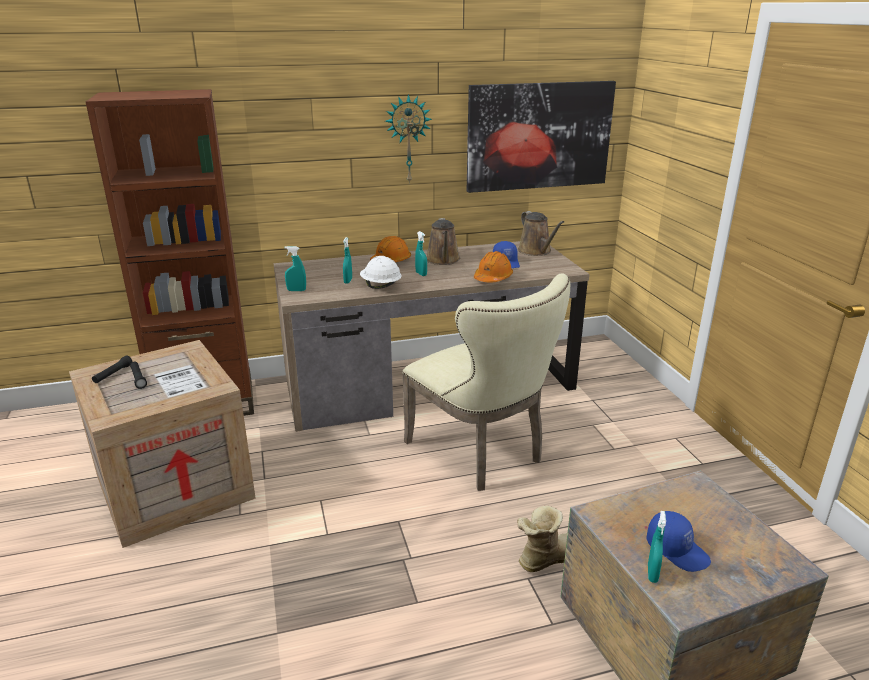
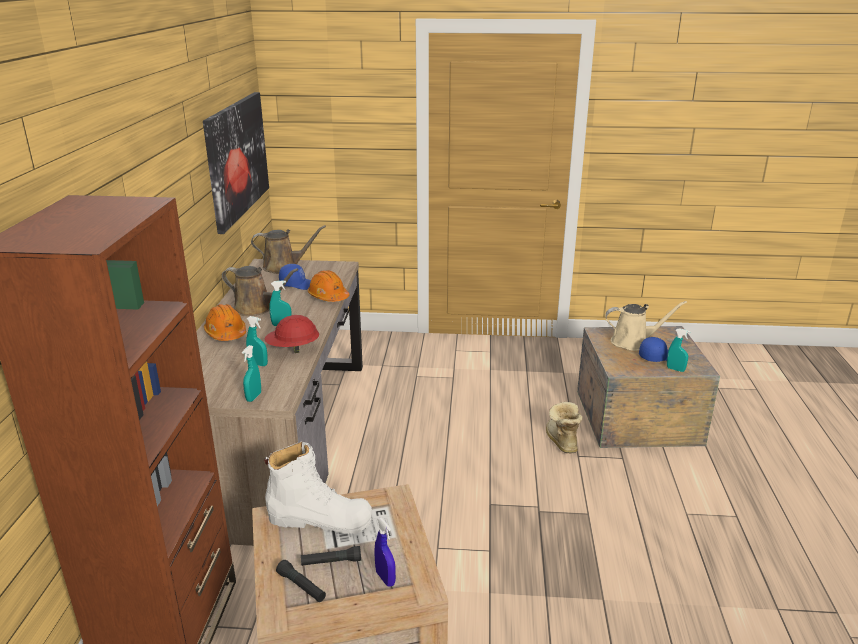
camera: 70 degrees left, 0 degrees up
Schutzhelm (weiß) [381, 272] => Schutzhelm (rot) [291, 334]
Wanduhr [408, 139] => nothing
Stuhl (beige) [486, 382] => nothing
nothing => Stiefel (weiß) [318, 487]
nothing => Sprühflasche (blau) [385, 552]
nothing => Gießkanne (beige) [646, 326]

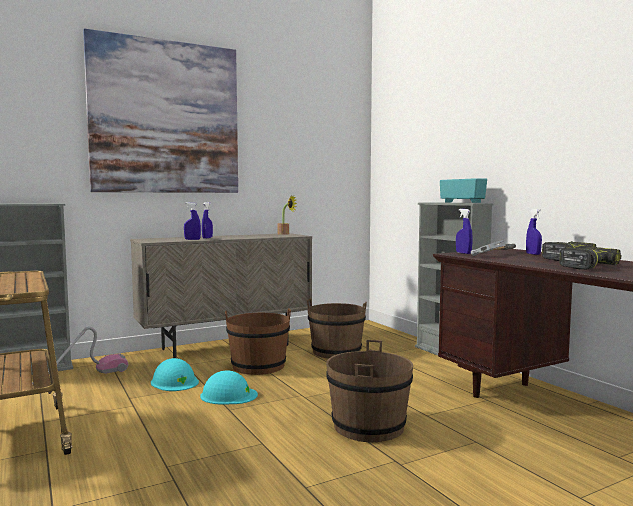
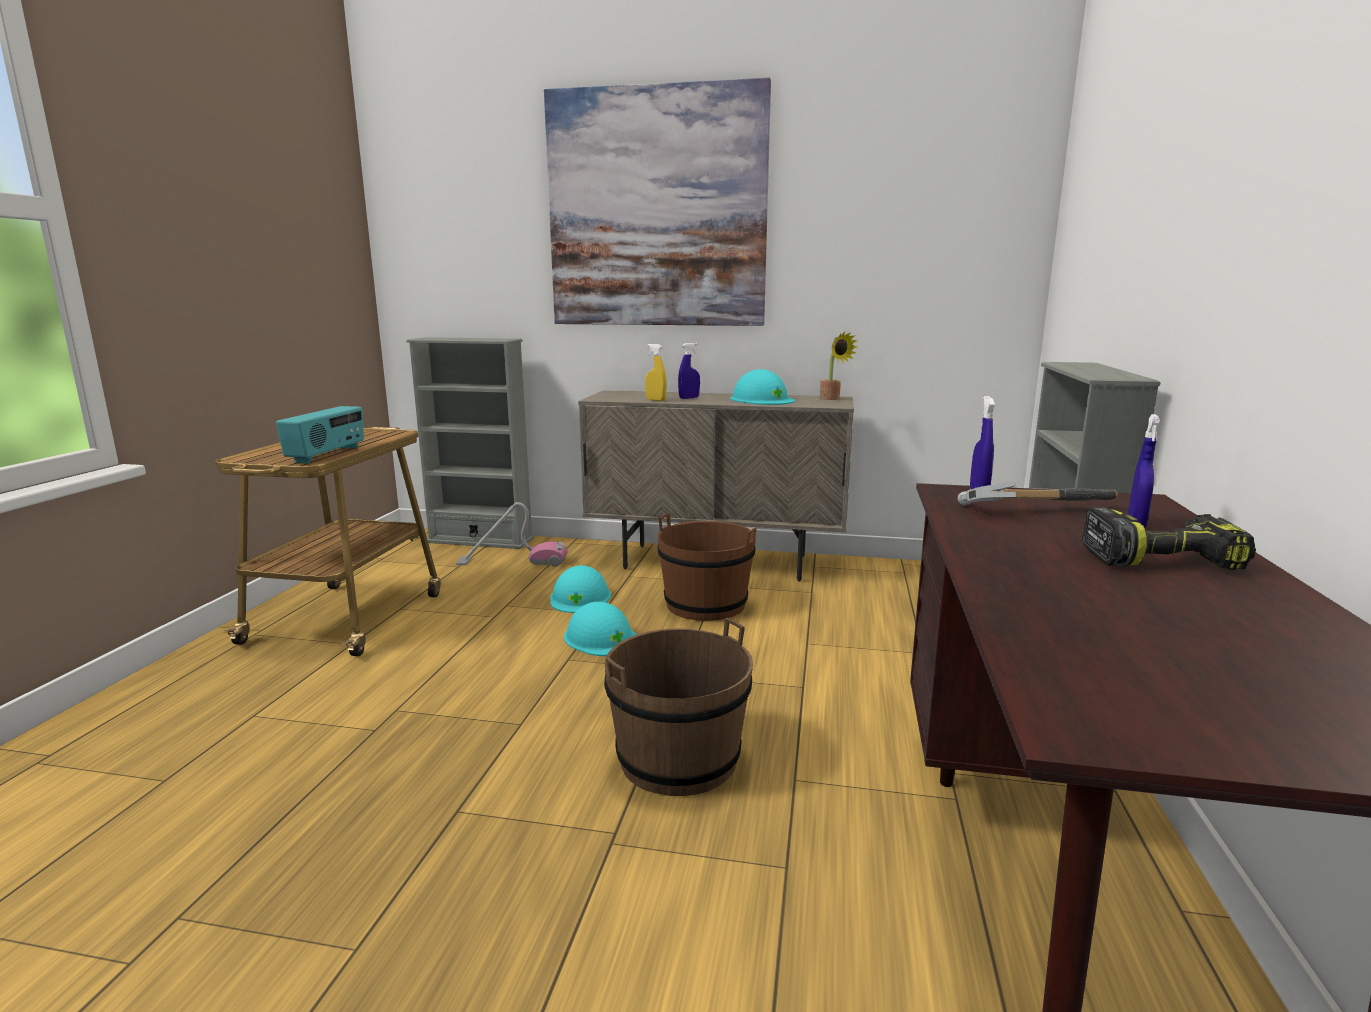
camera: 40 degrees right, 10 degrees up
Sprühflasche (blau) [192, 221] => Sprühflasche (gelb) [656, 372]
Eimer (braun) [337, 329] => nothing
Radio [463, 190] => Radio [320, 435], relocated
Bohrmaschine [590, 258] => nothing
nothing => Schutzhelm (türkis) [762, 387]

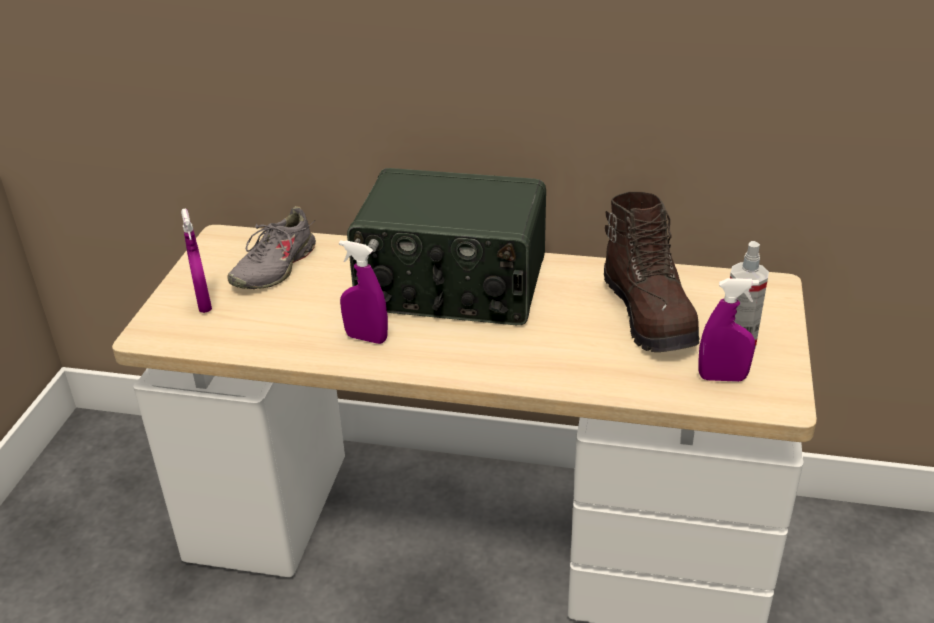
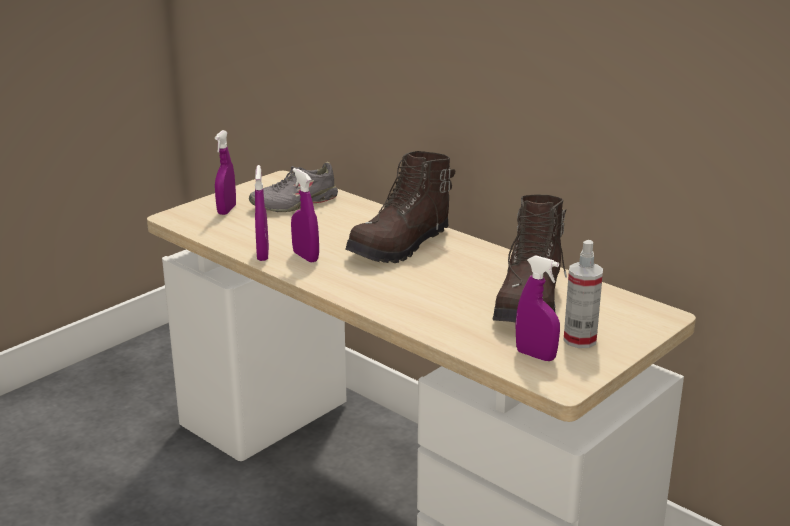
camera: 30 degrees right, 10 degrees down
Radio [446, 246] => Stiefel (braun) [400, 207]
nothing => Sprühflasche (lila) [262, 213]

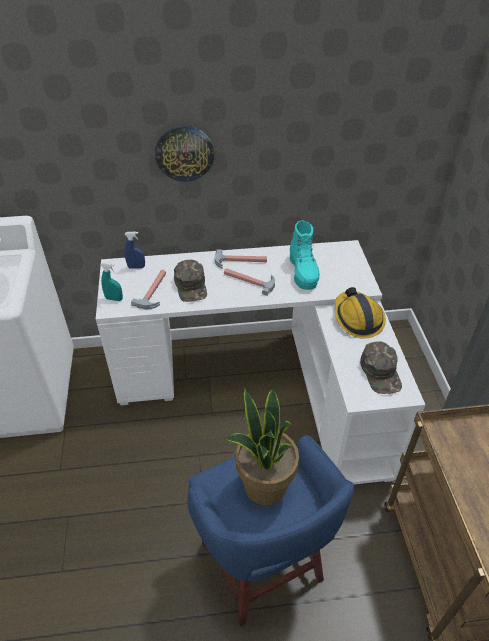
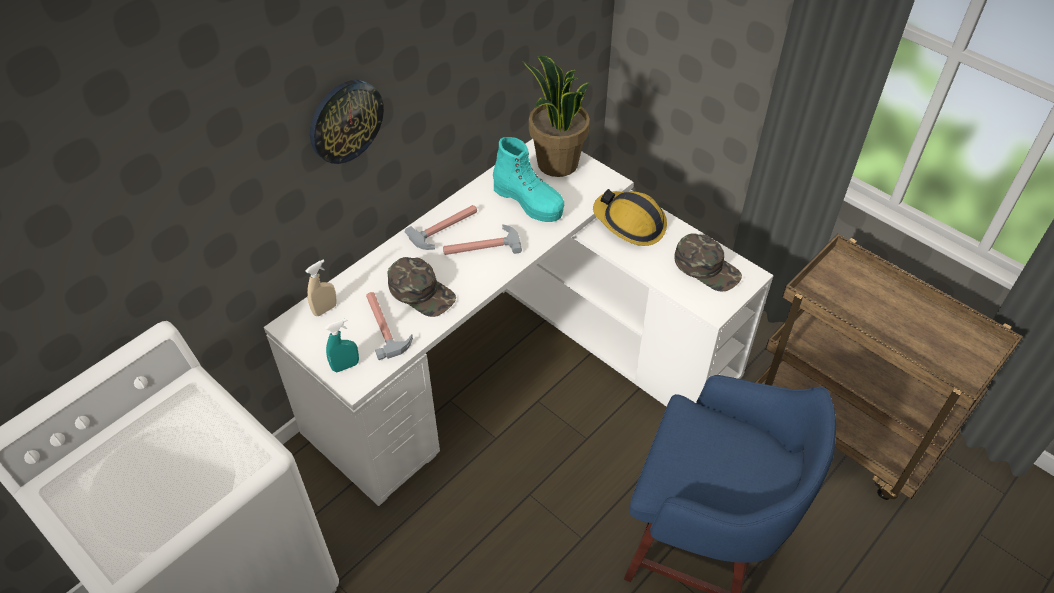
camera: 40 degrees left, 5 degrees up
Sprühflasche (blau) [134, 250] => Sprühflasche (beige) [321, 288]
Topfpflanze [262, 447] => Topfpflanze [556, 116], relocated

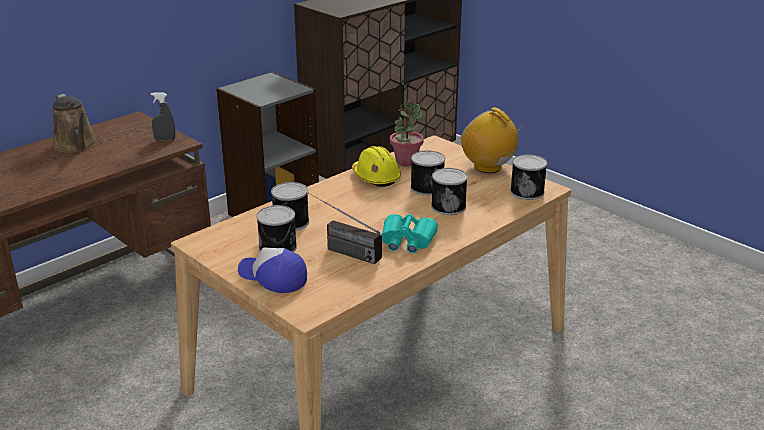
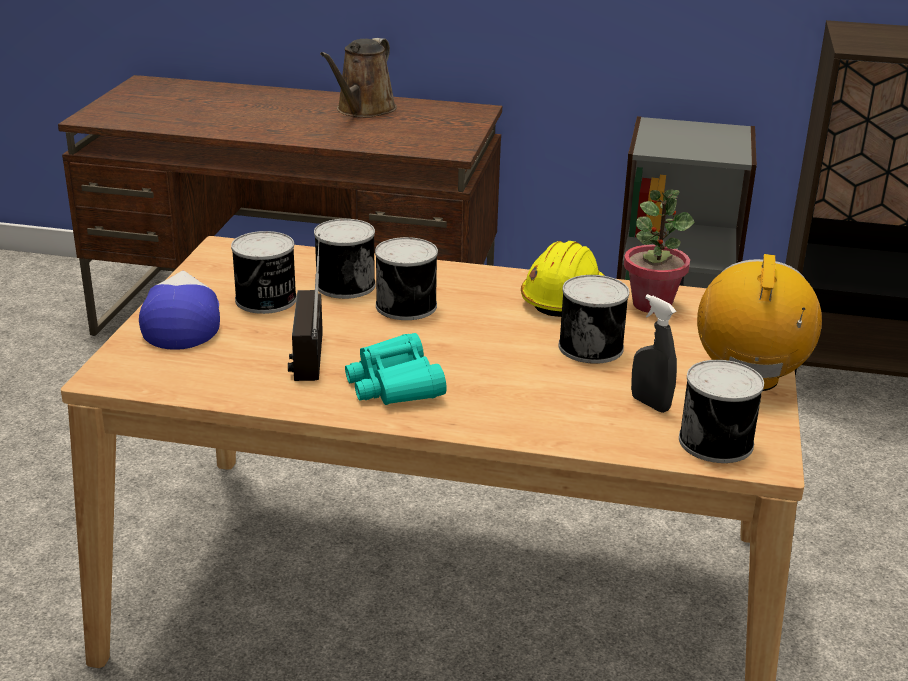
camera: 55 degrees right, 0 degrees up
Sprühflasche (grau) [163, 116] => Sprühflasche (grau) [654, 353], relocated
Dose [449, 191] => Dose [406, 278], relocated

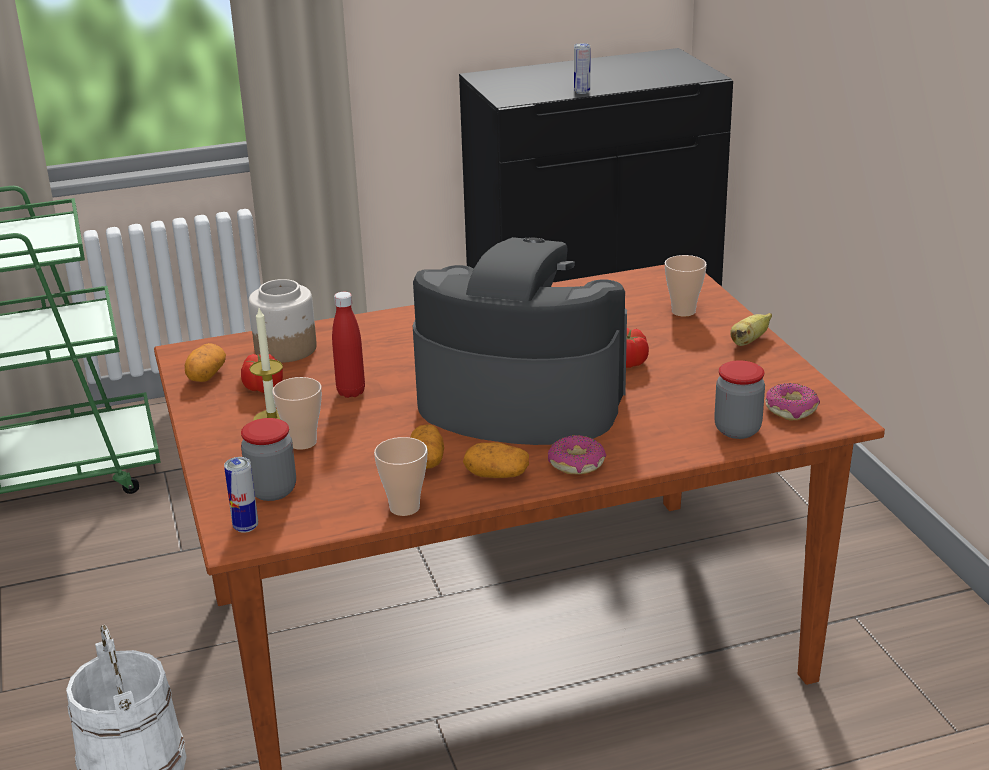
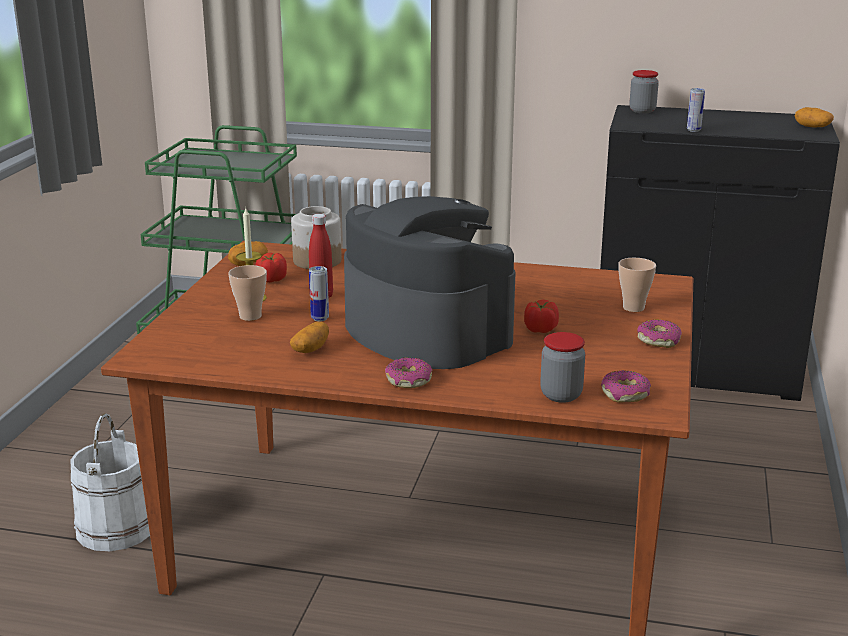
camera: 30 degrees right, 5 degrees down
Dose [241, 495] => Dose [319, 293], relocated
Vorratsglas [268, 459] => Vorratsglas [644, 91], relocated
Tasse [401, 476] => nothing
Kartoffel [496, 460] => Kartoffel [814, 117], relocated
Banane [751, 329] => Donut [659, 333]

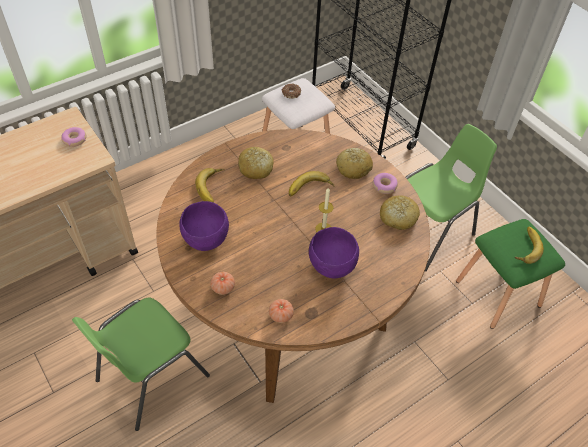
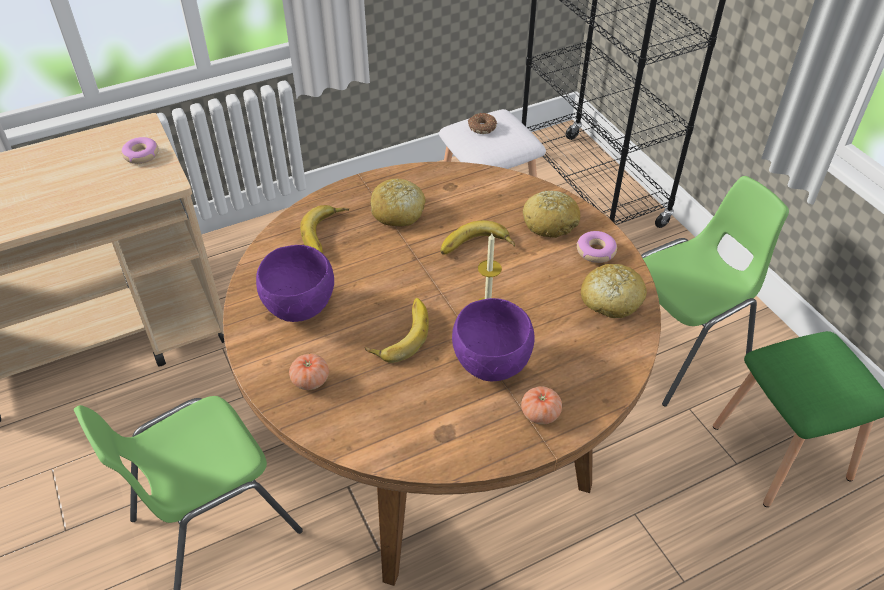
camera: 10 degrees right, 5 degrees down
Tomate [281, 311] => Tomate [541, 405], relocated
Banane [529, 245] => Banane [397, 330], relocated

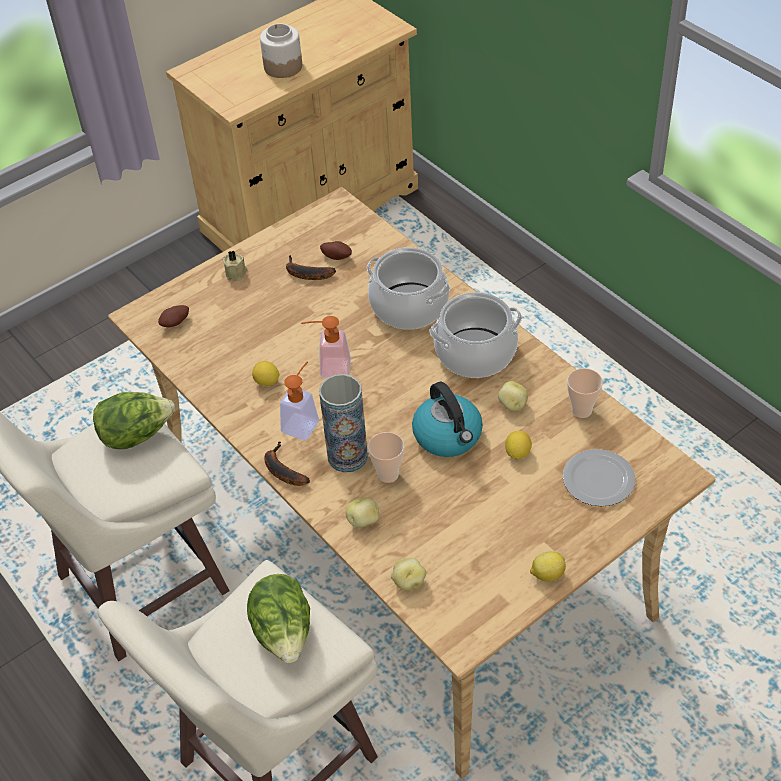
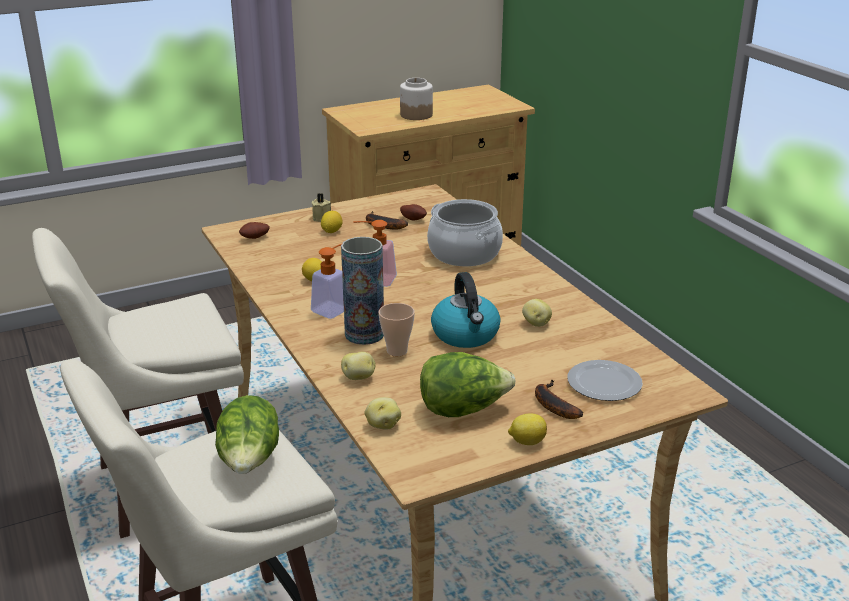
camera: 10 degrees right, 20 degrees down
Salatkopf [134, 420] => Salatkopf [468, 384], relocated
Banane [287, 463] => Banane [559, 399], relocated
Kochtopf [475, 335] => nothing
Zitrone [518, 445] => Zitrone [332, 222], relocated
Tasse [585, 393] => nothing

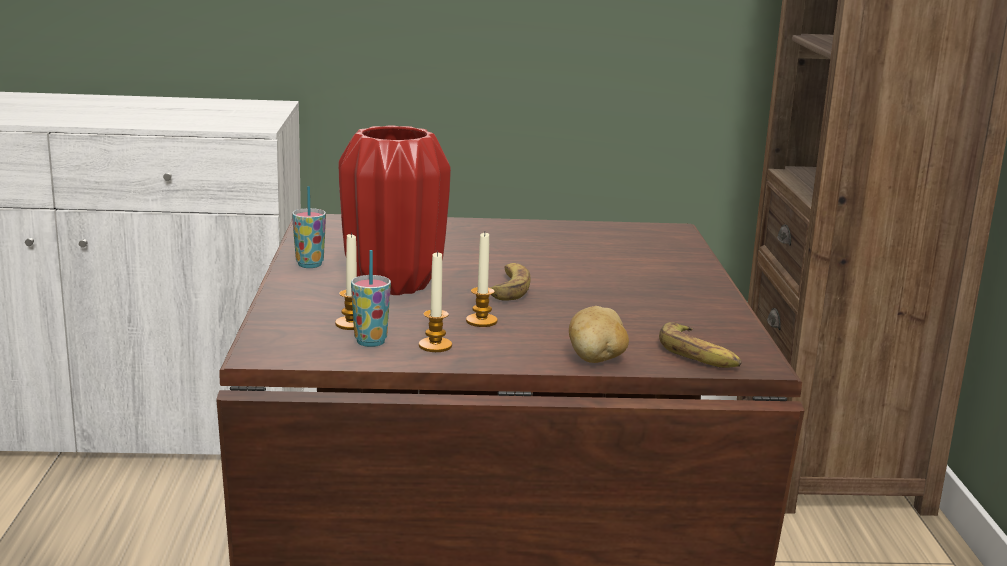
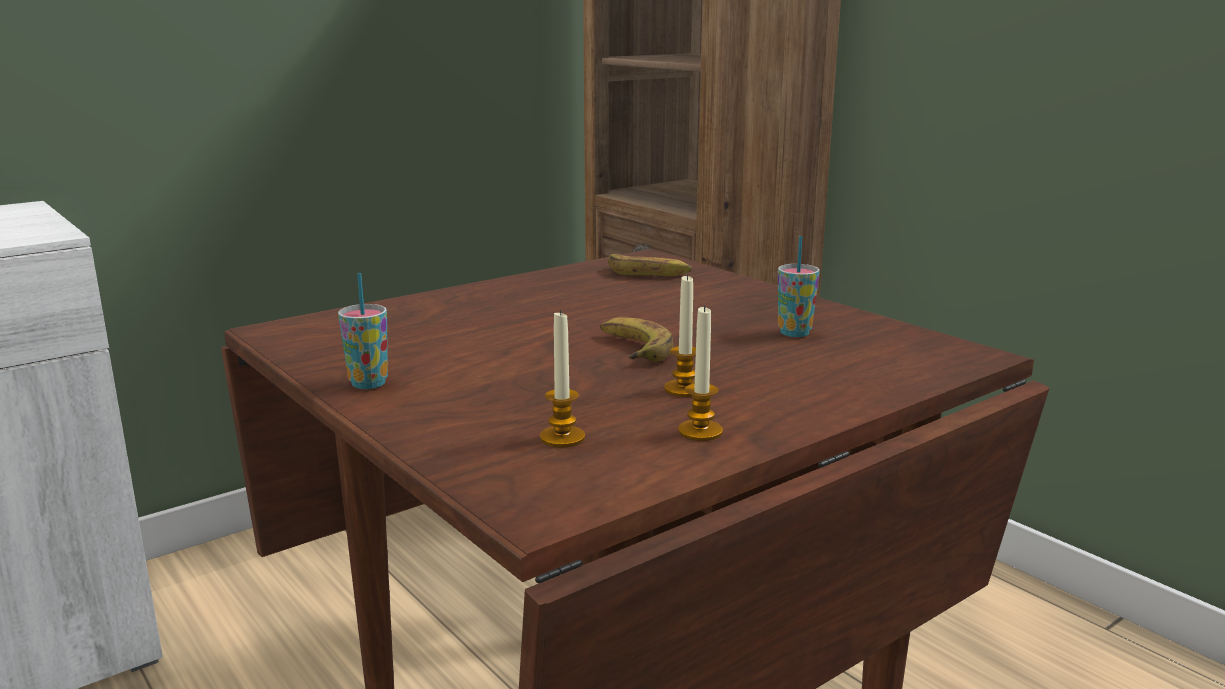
camera: 35 degrees left, 0 degrees up
Vase (rot) [394, 210] => nothing
Tasse [371, 298] => Tasse [799, 286], relocated
Kartoffel [599, 334] => nothing
Banane [700, 345] => Banane [650, 265], relocated

